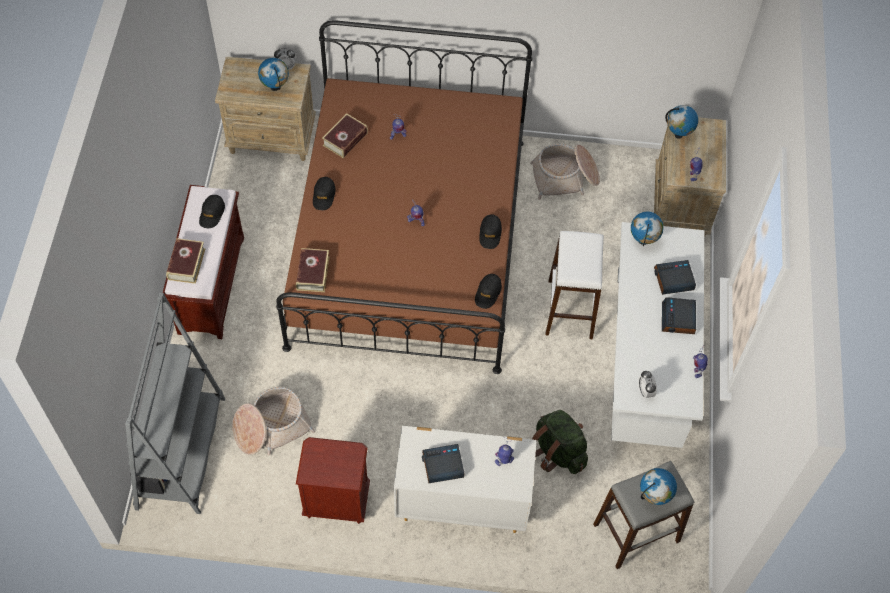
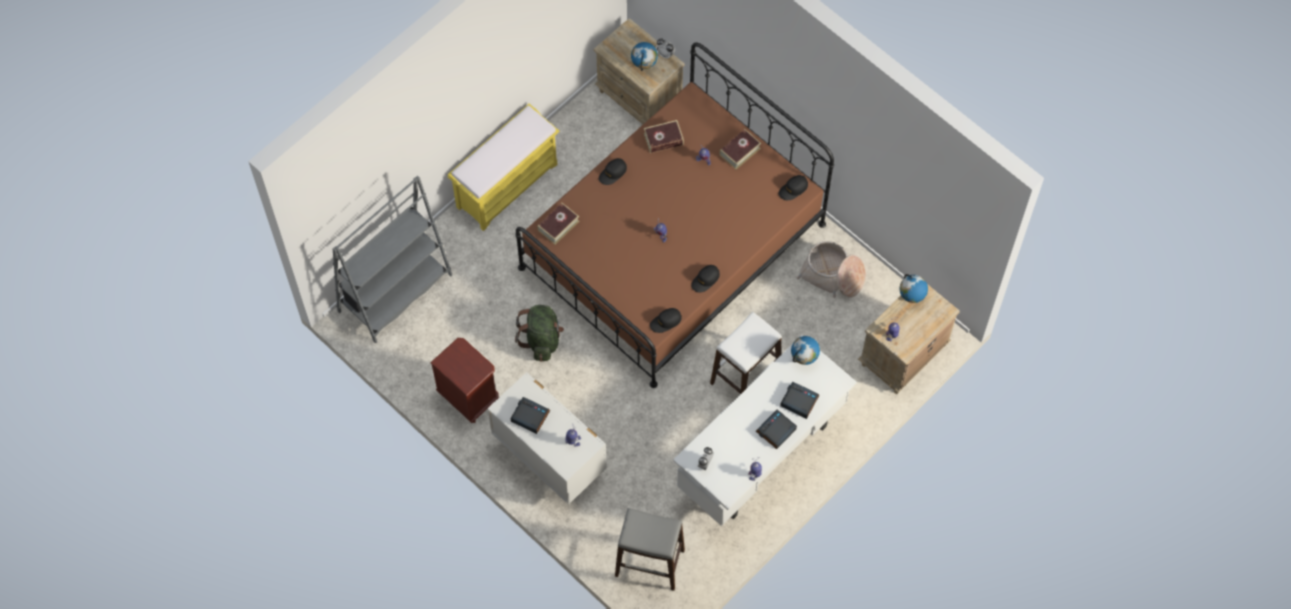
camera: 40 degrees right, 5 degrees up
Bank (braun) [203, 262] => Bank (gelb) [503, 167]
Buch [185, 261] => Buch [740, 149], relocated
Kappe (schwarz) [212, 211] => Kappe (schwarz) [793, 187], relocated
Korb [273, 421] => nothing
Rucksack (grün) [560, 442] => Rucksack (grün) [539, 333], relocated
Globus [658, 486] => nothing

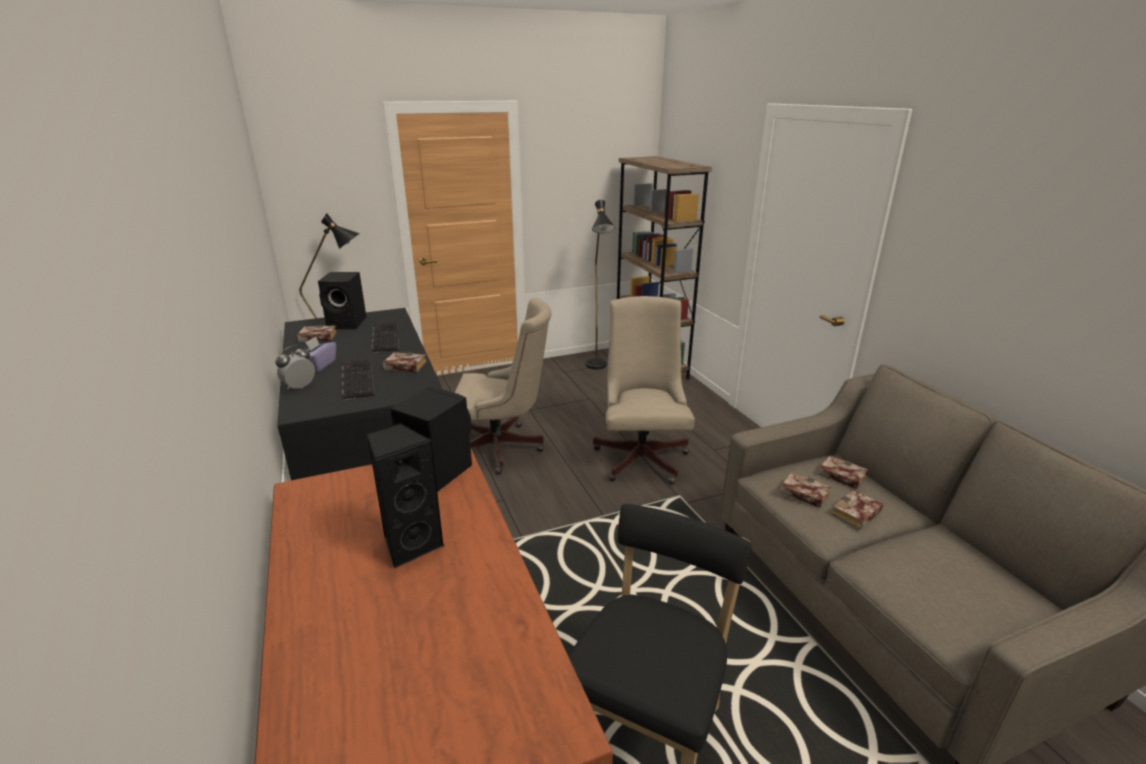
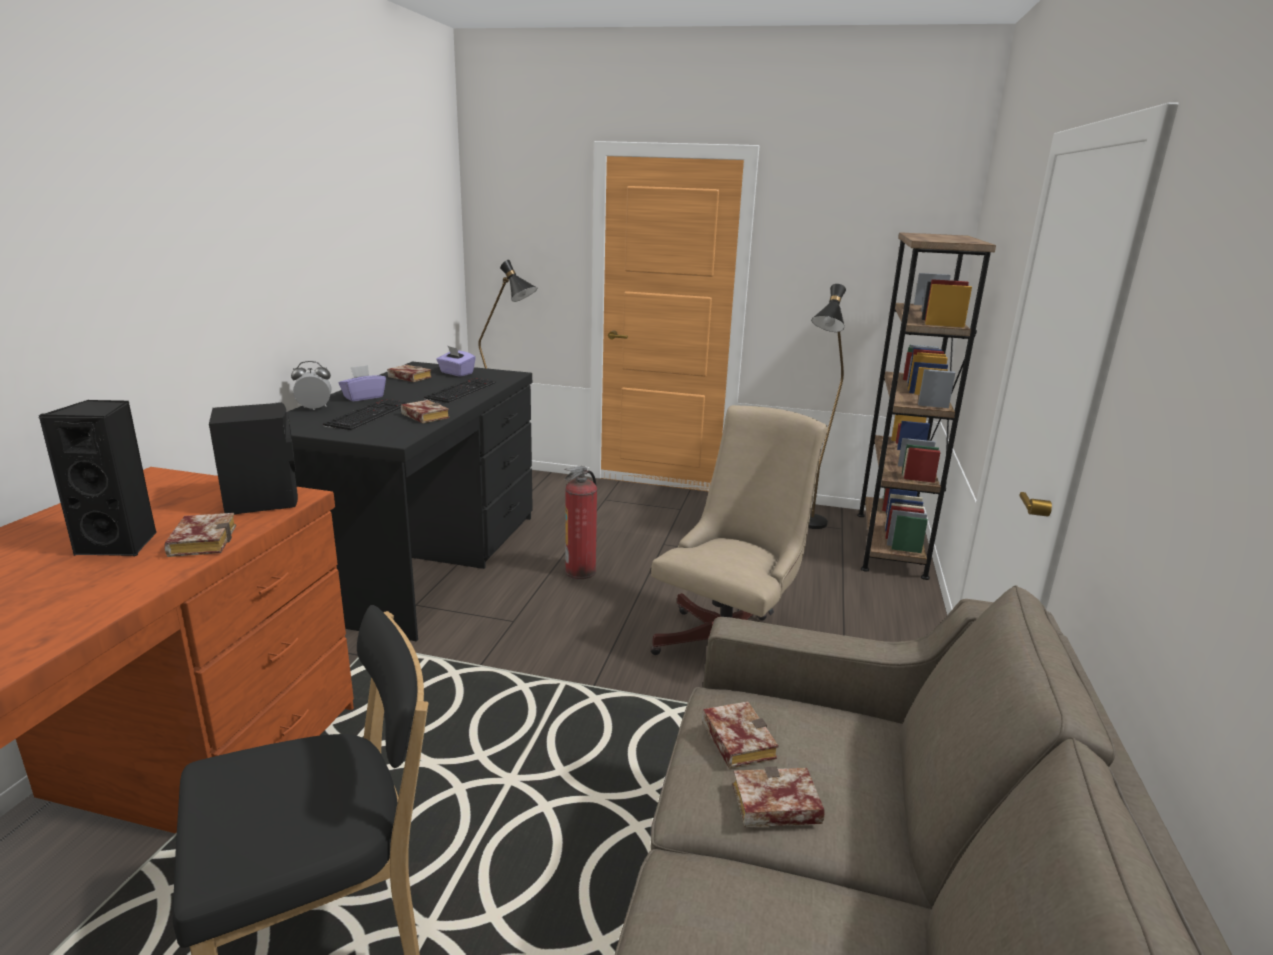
camera: 35 degrees right, 5 degrees down
Lautsprecher (schwarz) [342, 300] => Taschentuchbox (lila) [456, 361]
Bürostuhl (beige) [503, 386] => Feuerlöscher [580, 522]
Buch [843, 472] => Buch [200, 535], relocated

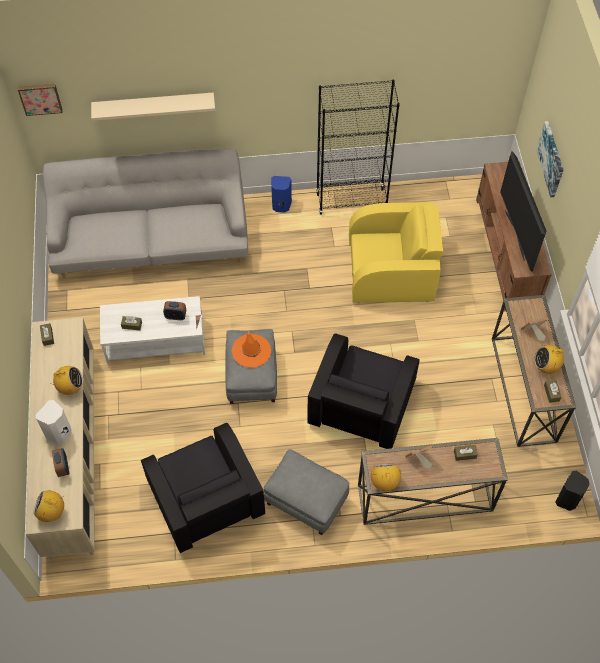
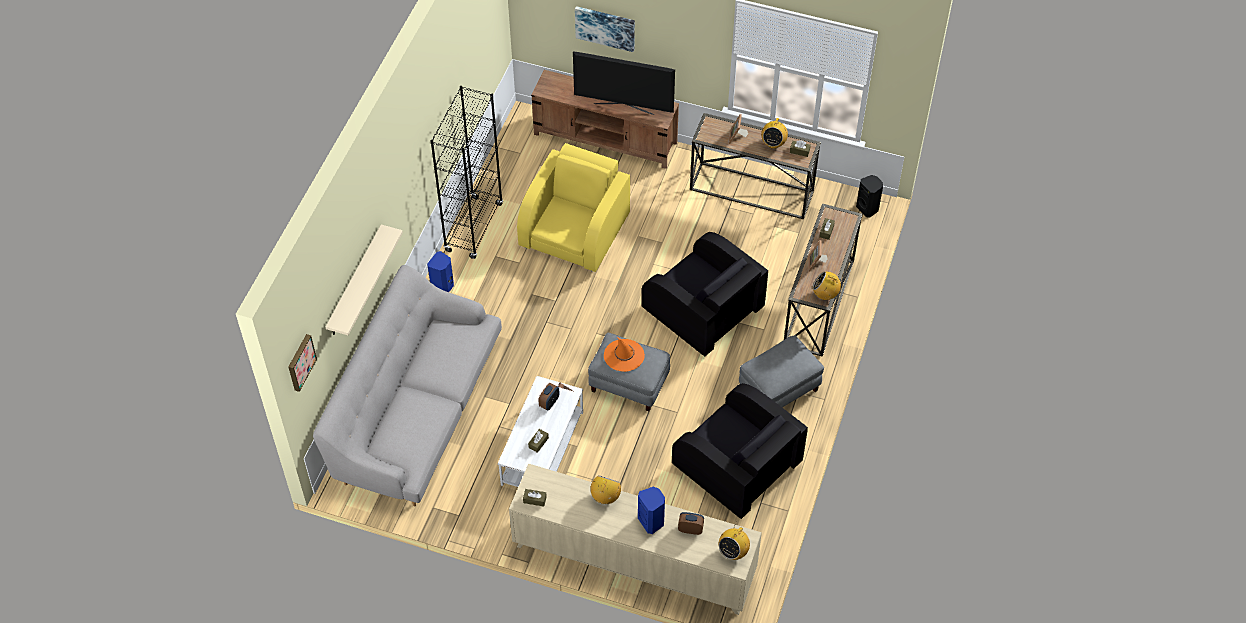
camera: 65 degrees left, 5 degrees down
Lautsprecher (weiß) [54, 422] => Lautsprecher (blau) [651, 510]
Sessel (schwarz) [203, 488] => Sessel (schwarz) [740, 451], 45 degrees clockwise

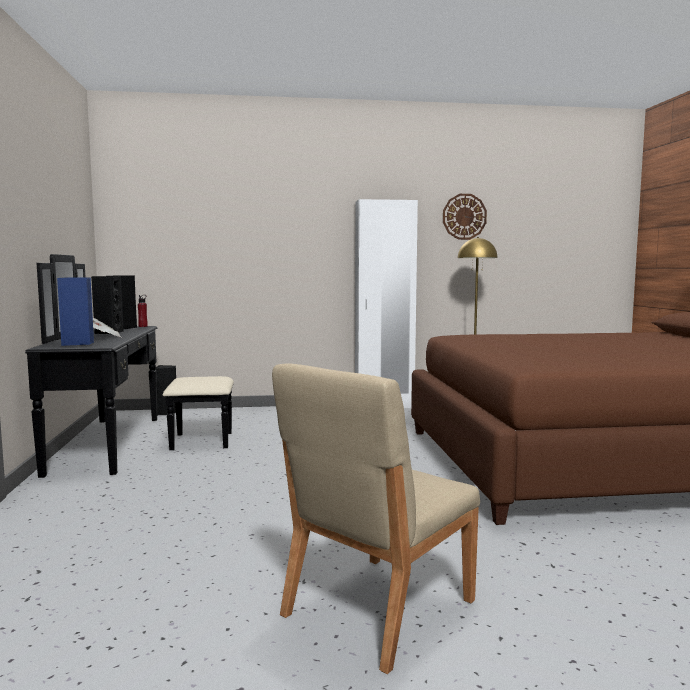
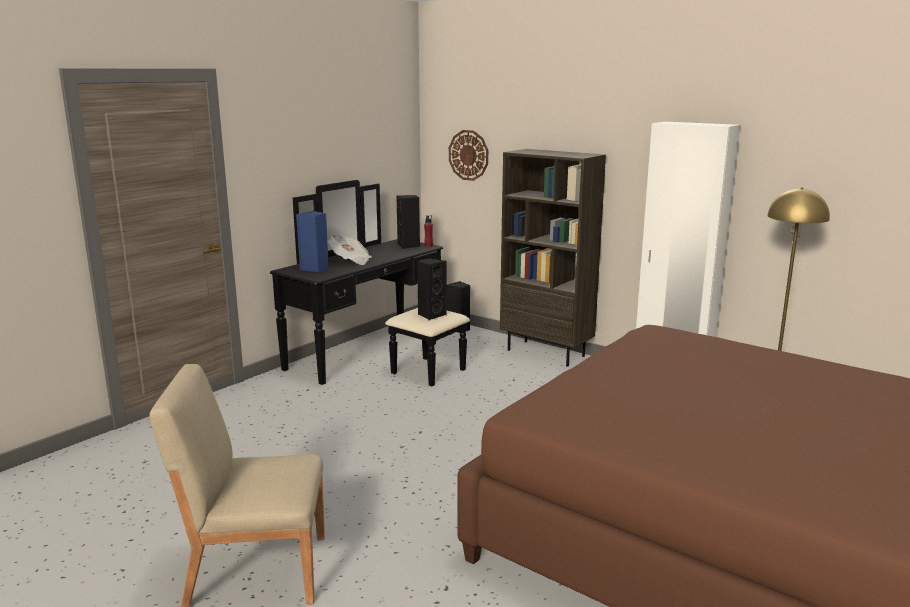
camera: 45 degrees right, 10 degrees up
Lautsprecher (schwarz) [107, 305] => Lautsprecher (schwarz) [432, 289], relocated
Wanduhr [465, 217] => Wanduhr [468, 155], relocated
nothing => Bücherregal (braun) [553, 258]

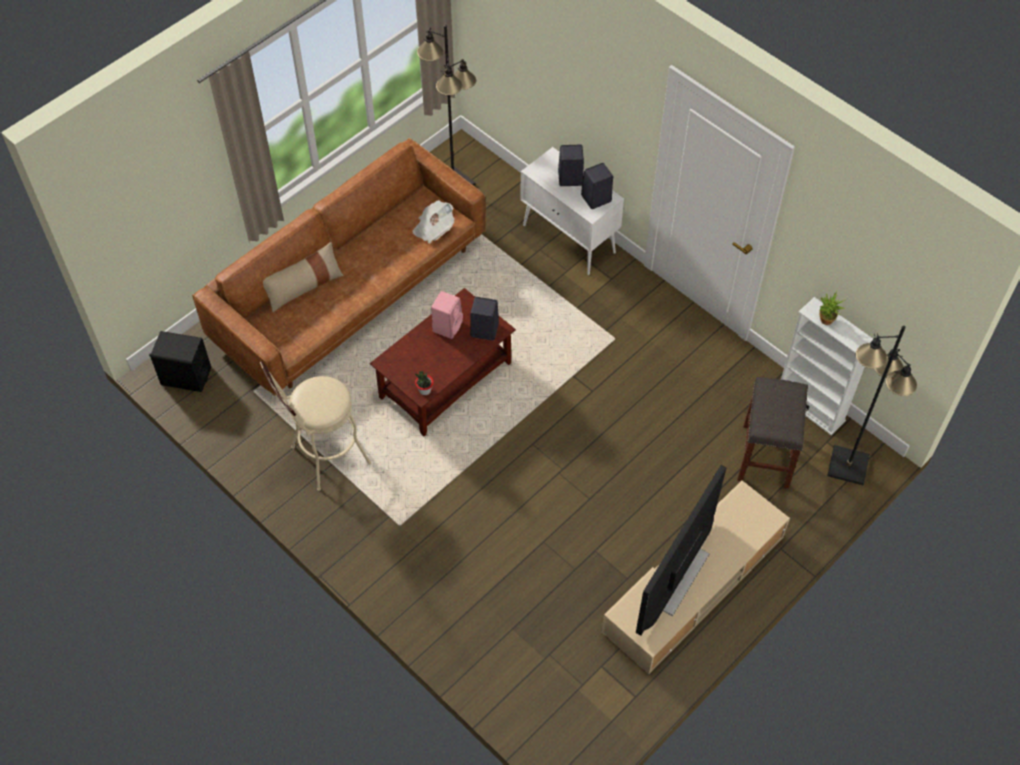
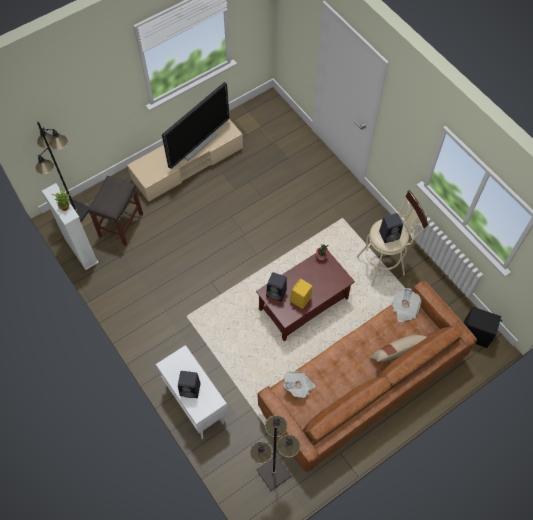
camera: 170 degrees left, 5 degrees up
Lautsprecher (rosa) [447, 315] => Lautsprecher (gelb) [301, 294]
Lautsprecher (schwarz) [597, 186] => Lautsprecher (schwarz) [391, 228], relocated
nothing => Zeitung [406, 305]

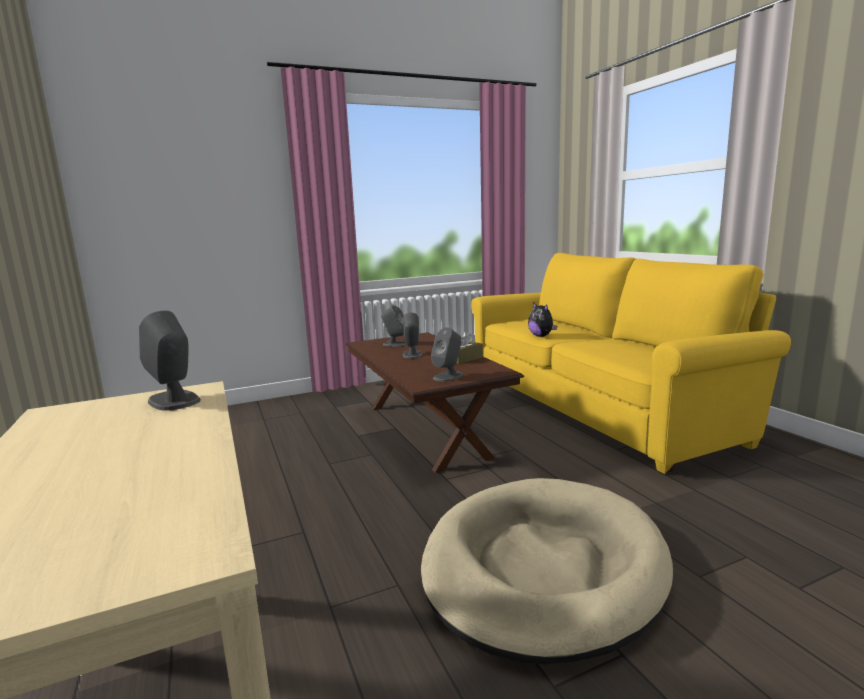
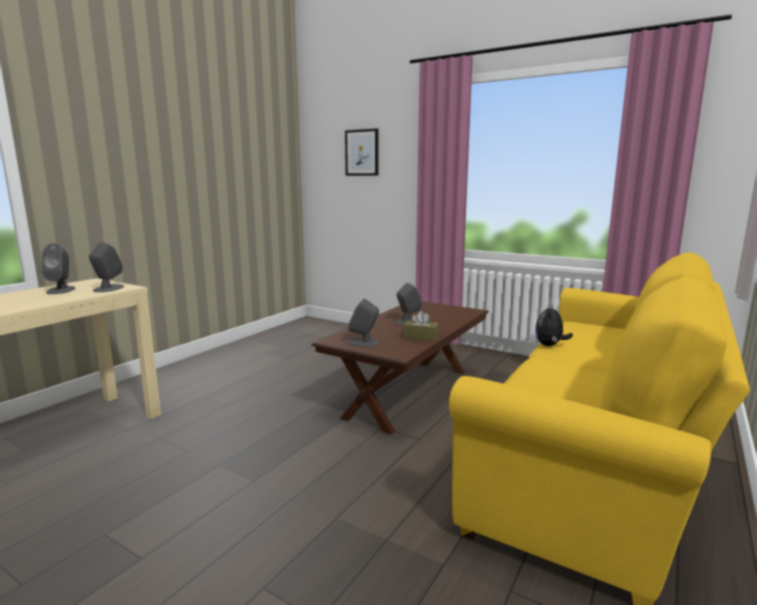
camera: 55 degrees right, 0 degrees up
Lautsprecher (grau) [393, 326] => Lautsprecher (grau) [59, 268], relocated
Hundebett (beige) [547, 571] => nothing
nothing => Bild [361, 152]

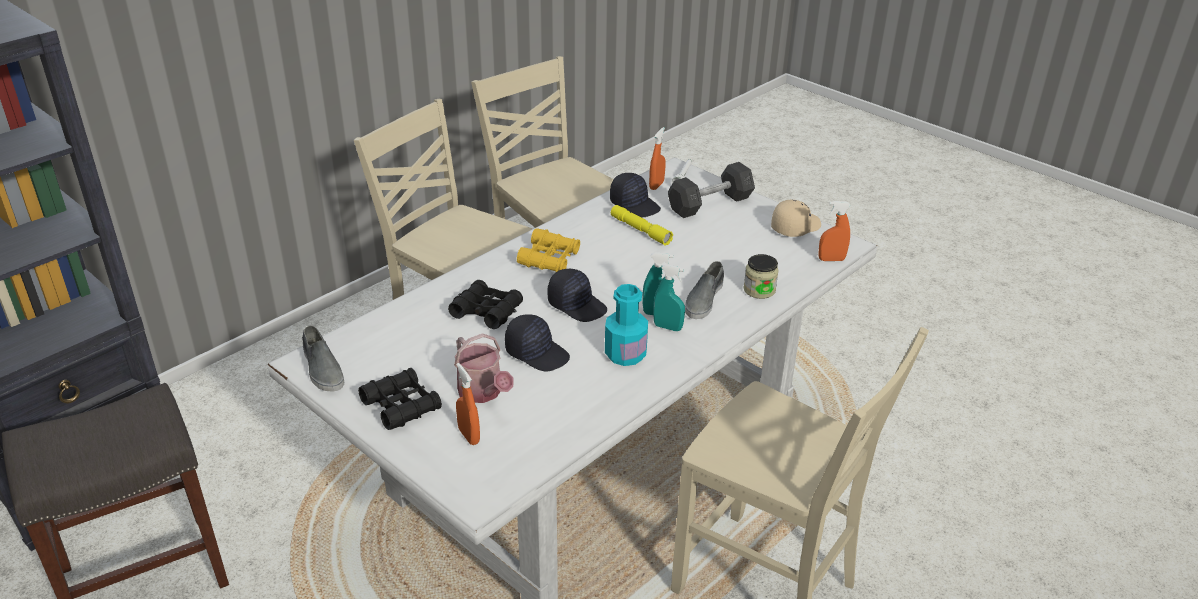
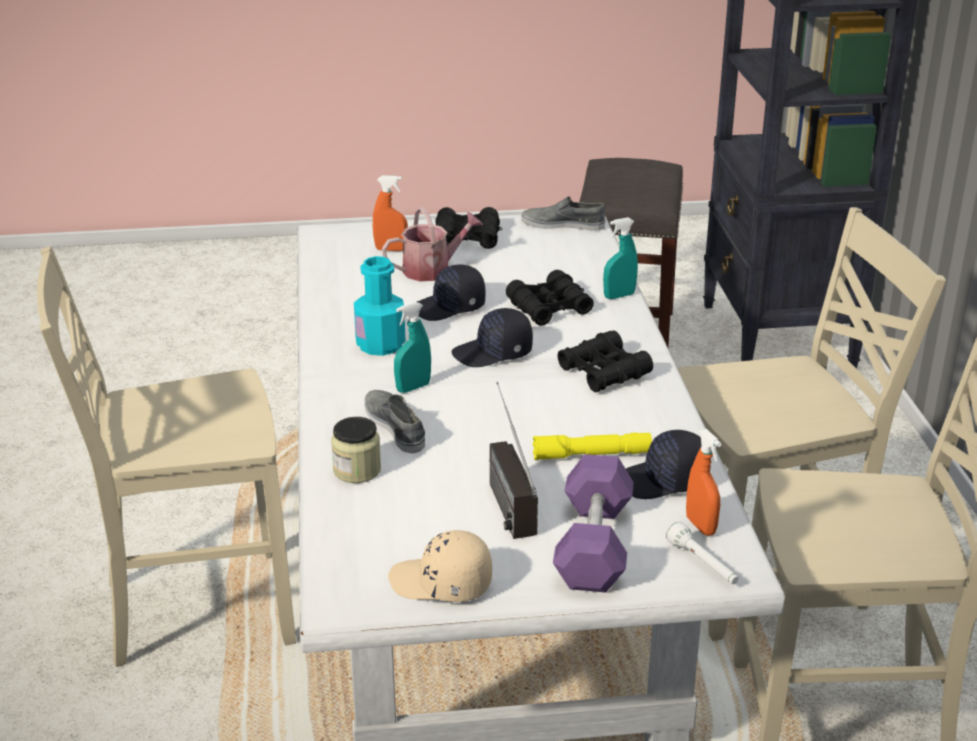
camera: 130 degrees right, 5 degrees down
Gießkanne [484, 368] => Gießkanne [432, 244], 150 degrees clockwise
Fernglas (gelb) [548, 250] => Fernglas (schwarz) [605, 361]
Sprühflasche (türkis) [669, 297] => Sprühflasche (türkis) [620, 258], relocated
Hantel (grau) [711, 190] => Hantel (lila) [593, 523]
Kappe (beige) [796, 218] => Kappe (beige) [440, 566], 105 degrees clockwise
Sprühflasche (orange) [834, 231] => nothing
nothing => Radio [513, 460]

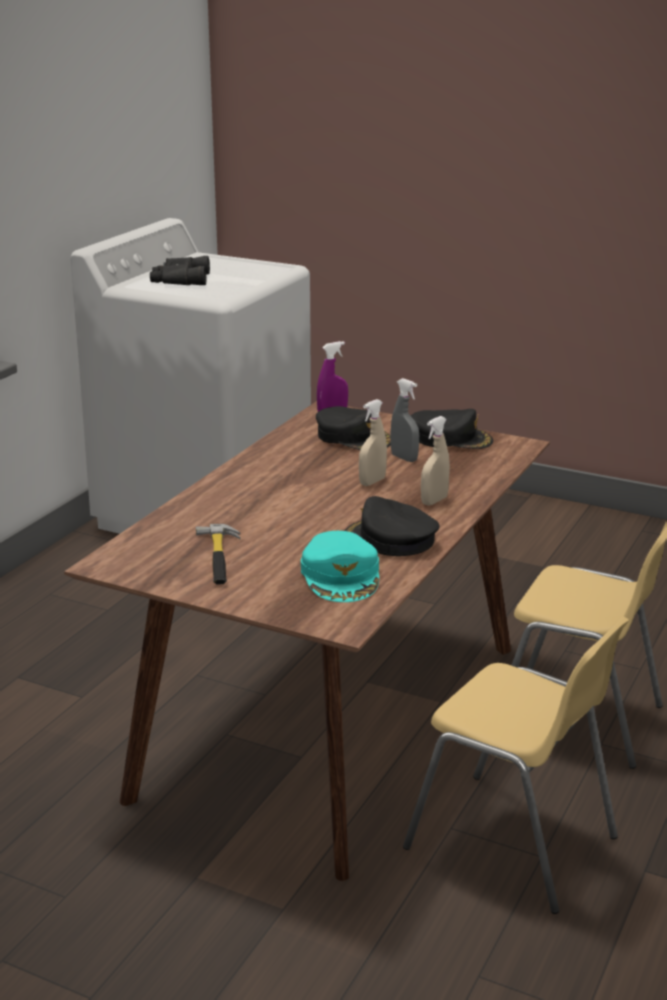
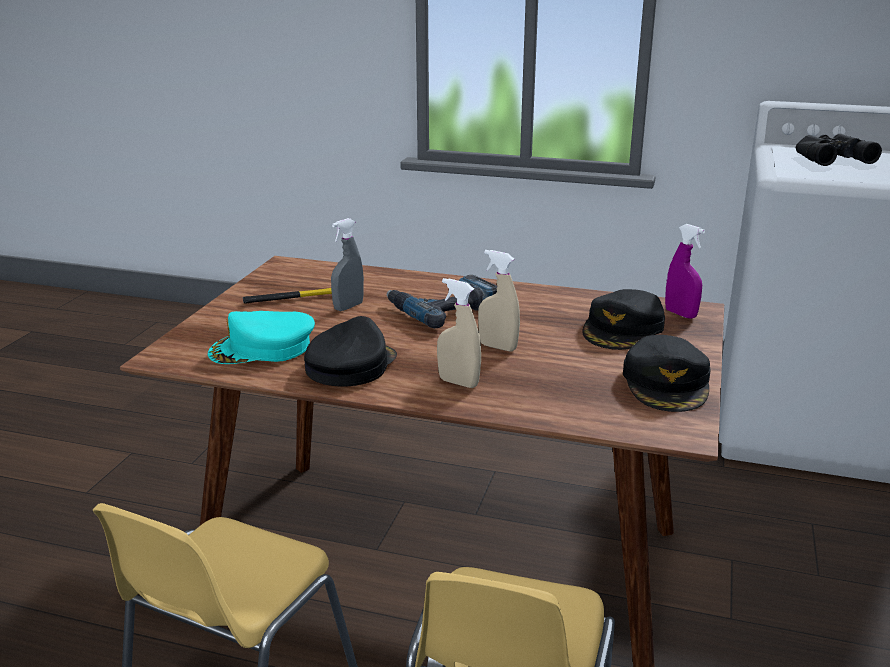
camera: 80 degrees right, 0 degrees up
Sprühflasche (grau) [405, 420] => Sprühflasche (grau) [347, 264], relocated
nothing => Bohrmaschine [442, 301]

